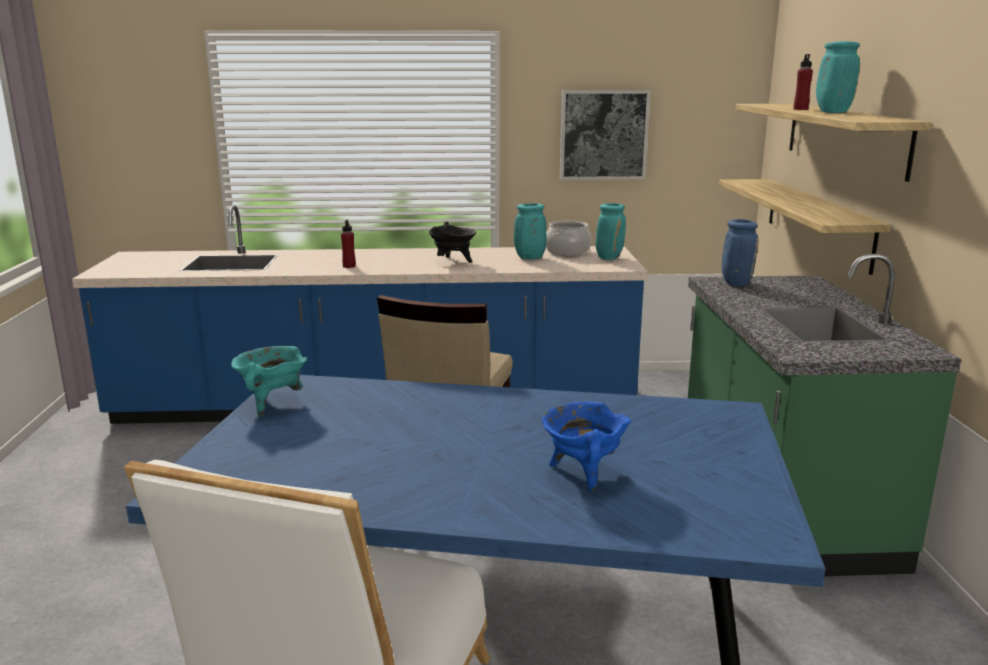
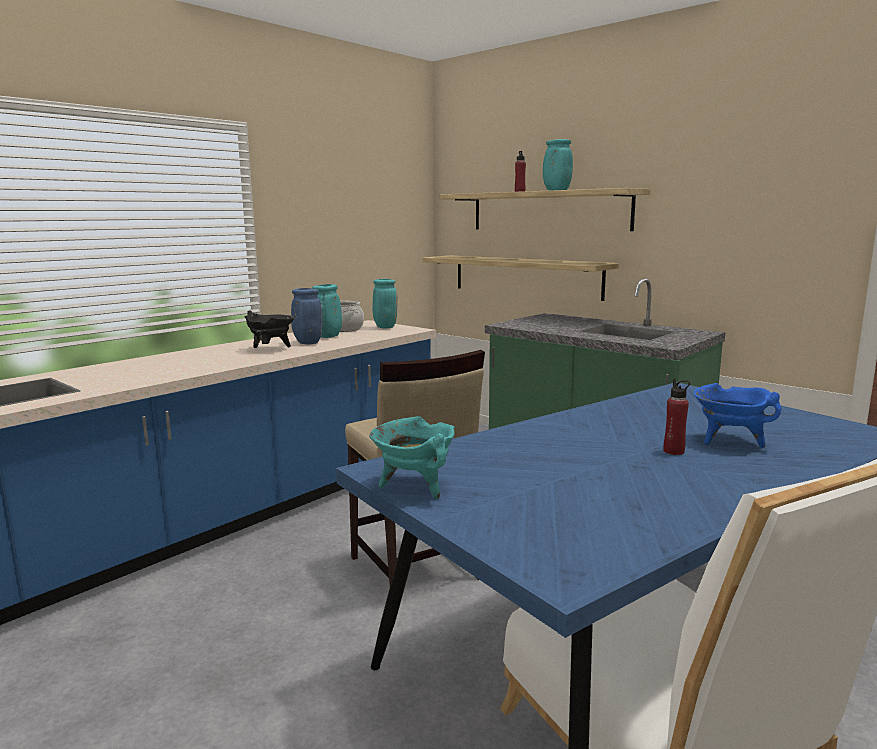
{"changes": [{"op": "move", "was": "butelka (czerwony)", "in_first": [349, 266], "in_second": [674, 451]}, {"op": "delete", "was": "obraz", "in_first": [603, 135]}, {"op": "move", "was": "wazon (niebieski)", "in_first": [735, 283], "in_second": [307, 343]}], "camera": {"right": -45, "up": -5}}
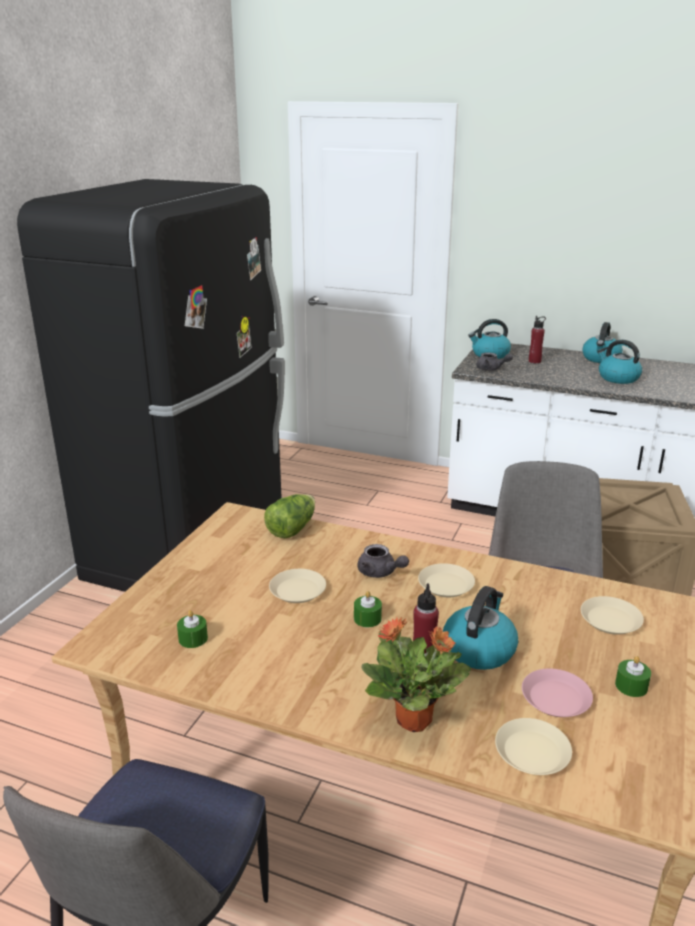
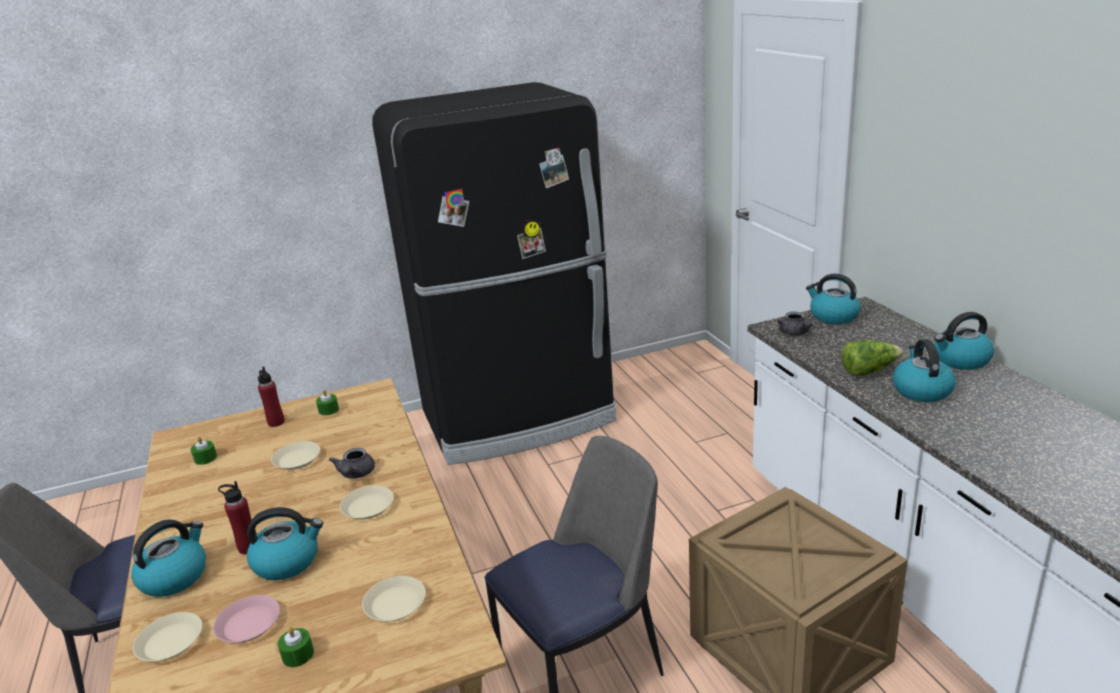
{"changes": [{"op": "move", "was": "sałata", "in_first": [292, 528], "in_second": [868, 371]}, {"op": "move", "was": "świeca (zielony)", "in_first": [367, 618], "in_second": [328, 410]}, {"op": "replace", "was": "roślina doniczkowa", "now": "czajnik", "in_first": [415, 720], "in_second": [175, 576]}, {"op": "move", "was": "butelka (czerwony)", "in_first": [534, 361], "in_second": [276, 422]}], "camera": {"right": 50, "up": 0}}
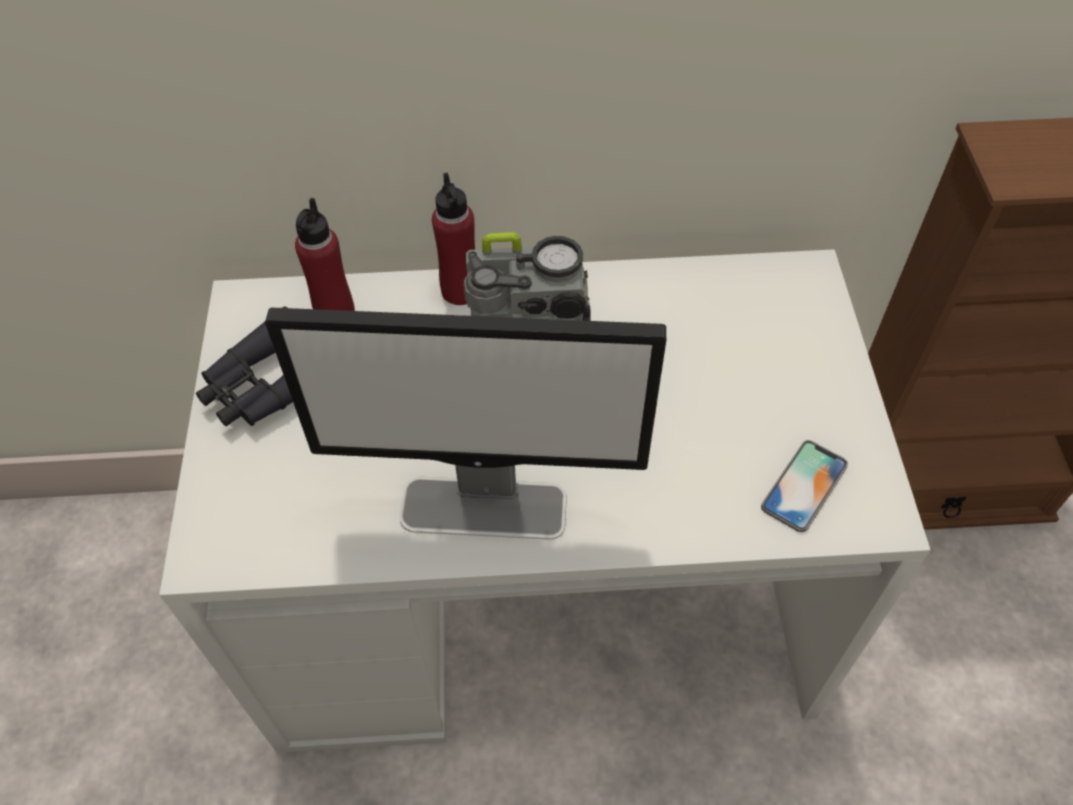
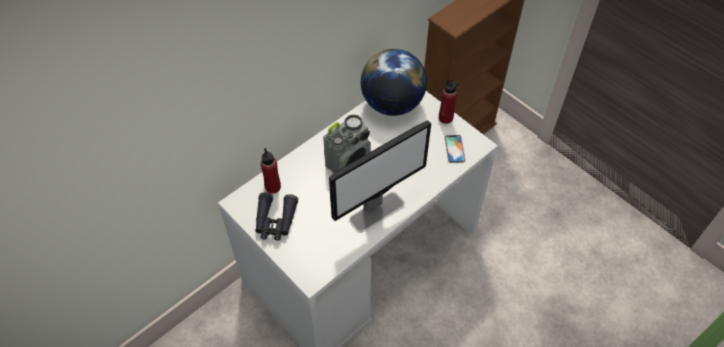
{"changes": [{"op": "move", "was": "butelka (czerwony)", "in_first": [460, 291], "in_second": [445, 118]}, {"op": "insert", "now": "globus", "in_second": [392, 104]}], "camera": {"right": -40, "up": 0}}
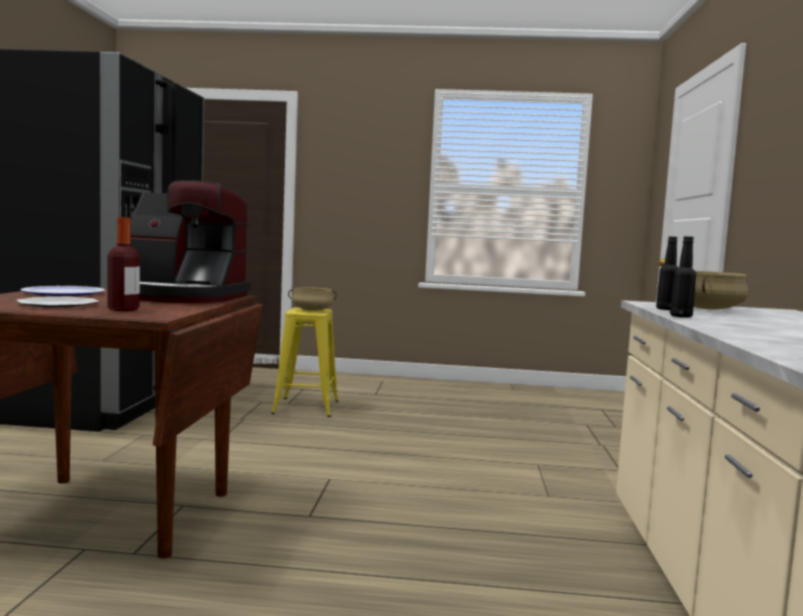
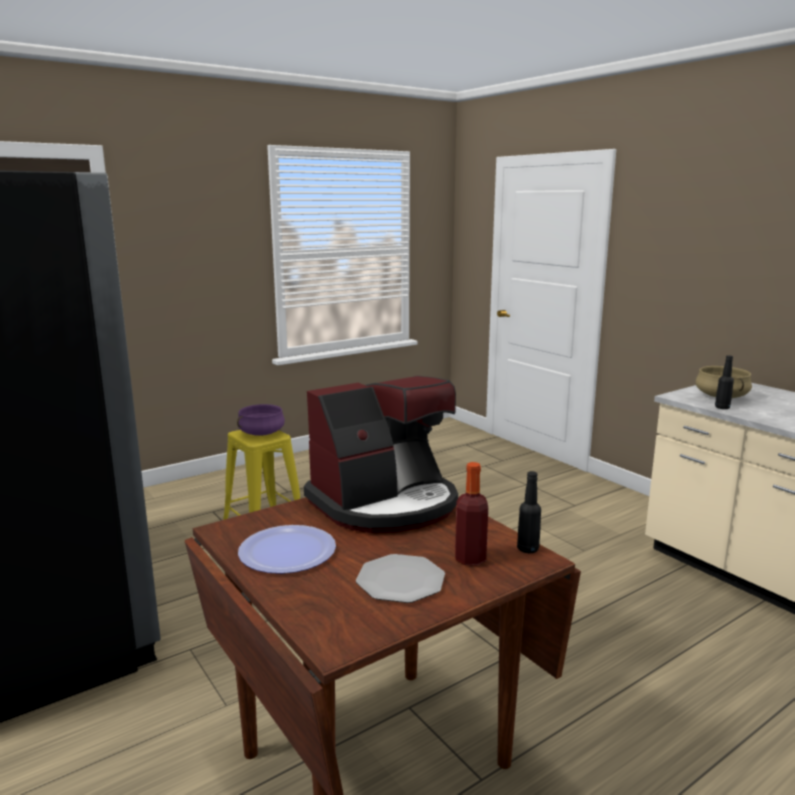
{"changes": [{"op": "recolor", "was": "garnek (beżowy)", "now": "garnek (fioletowy)", "in_first": [312, 310], "in_second": [261, 433]}, {"op": "move", "was": "butelka (czarny)", "in_first": [680, 316], "in_second": [527, 549]}], "camera": {"right": -40, "up": 10}}
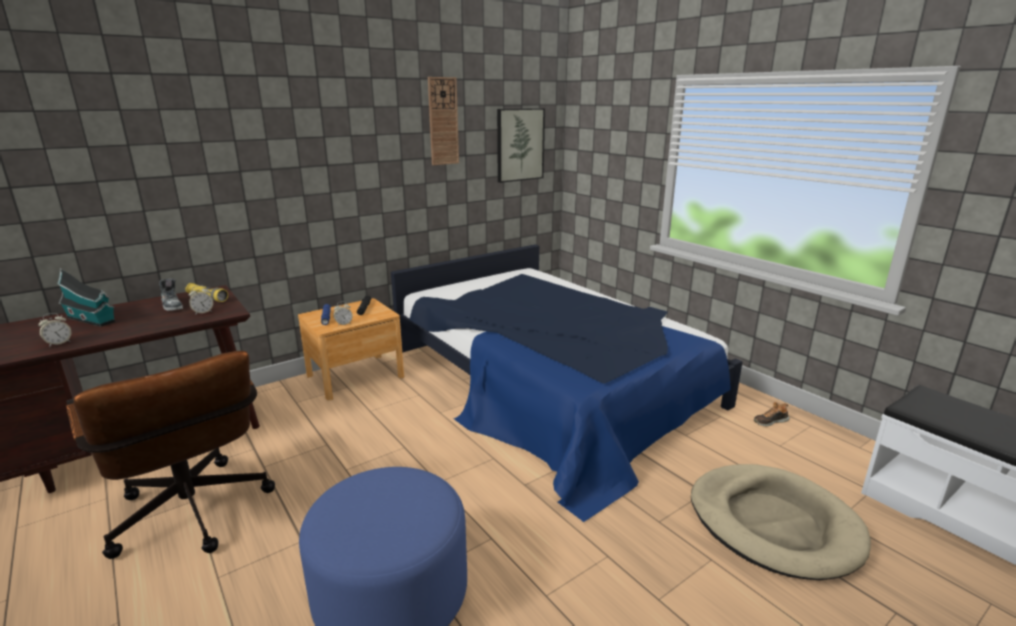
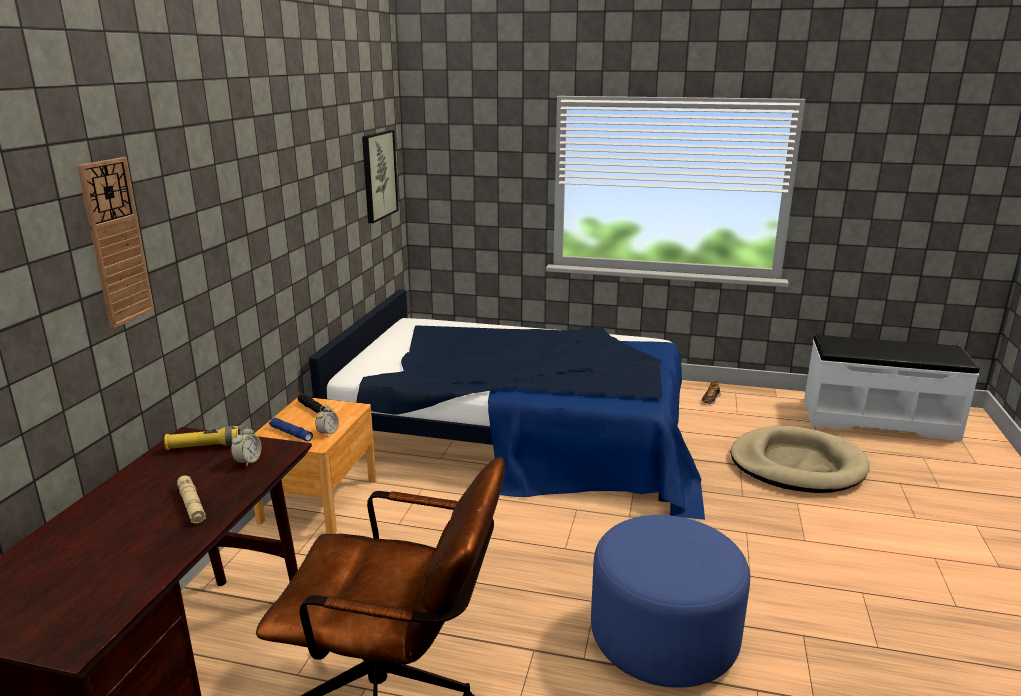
{"changes": [{"op": "delete", "was": "budzik", "in_first": [59, 343]}, {"op": "delete", "was": "domek", "in_first": [92, 320]}, {"op": "delete", "was": "but", "in_first": [172, 305]}, {"op": "move", "was": "zegar ścienny", "in_first": [443, 121], "in_second": [116, 242]}, {"op": "insert", "now": "latarka (beżowy)", "in_second": [192, 505]}], "camera": {"right": -40, "up": 0}}
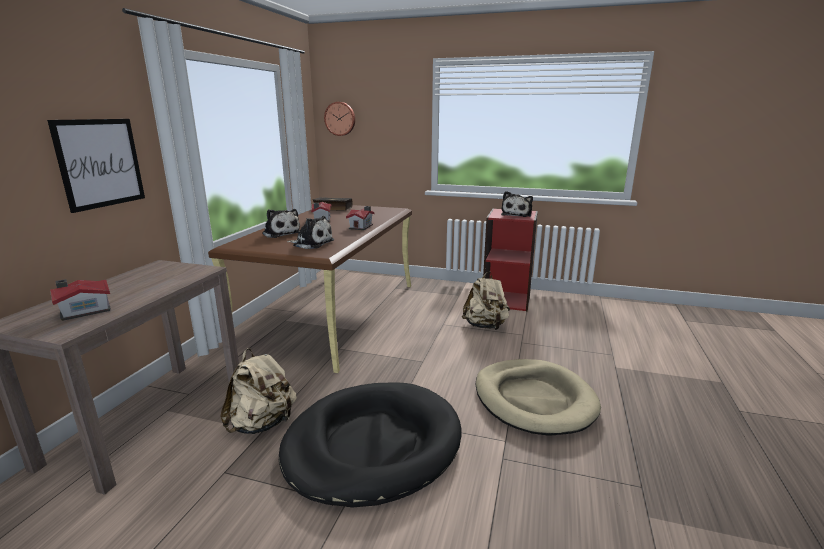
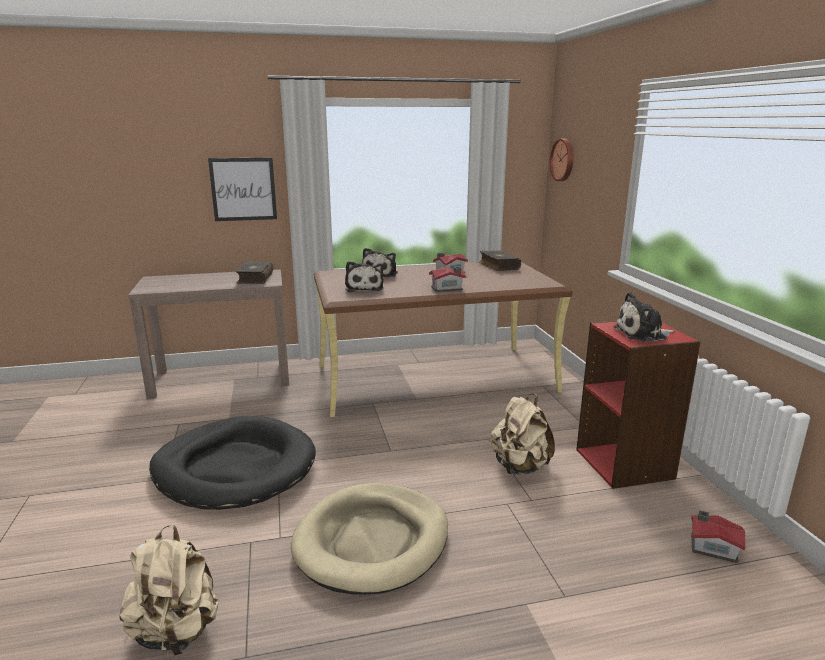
{"changes": [{"op": "move", "was": "domek", "in_first": [84, 311], "in_second": [712, 547]}, {"op": "move", "was": "plecak (beżowy)", "in_first": [262, 424], "in_second": [176, 632]}, {"op": "insert", "now": "książka", "in_second": [254, 279]}], "camera": {"right": 60, "up": 0}}
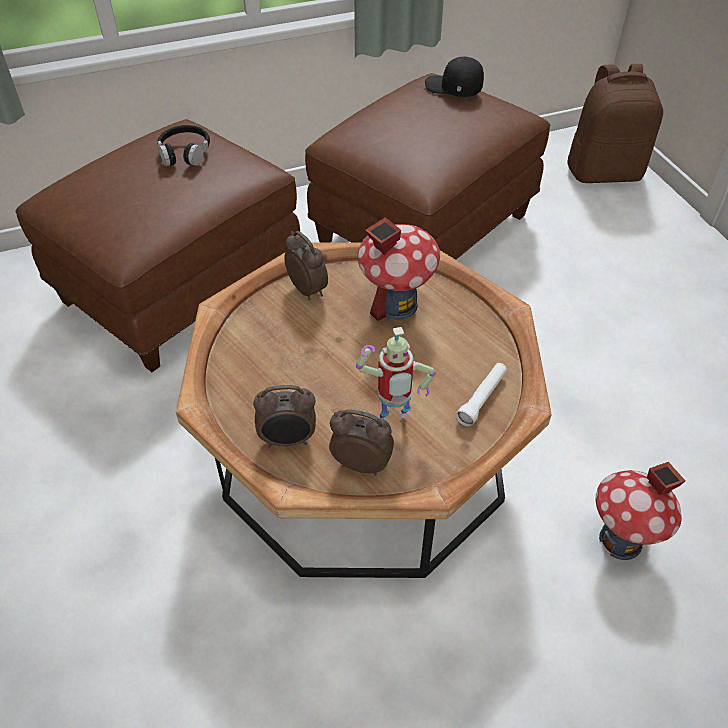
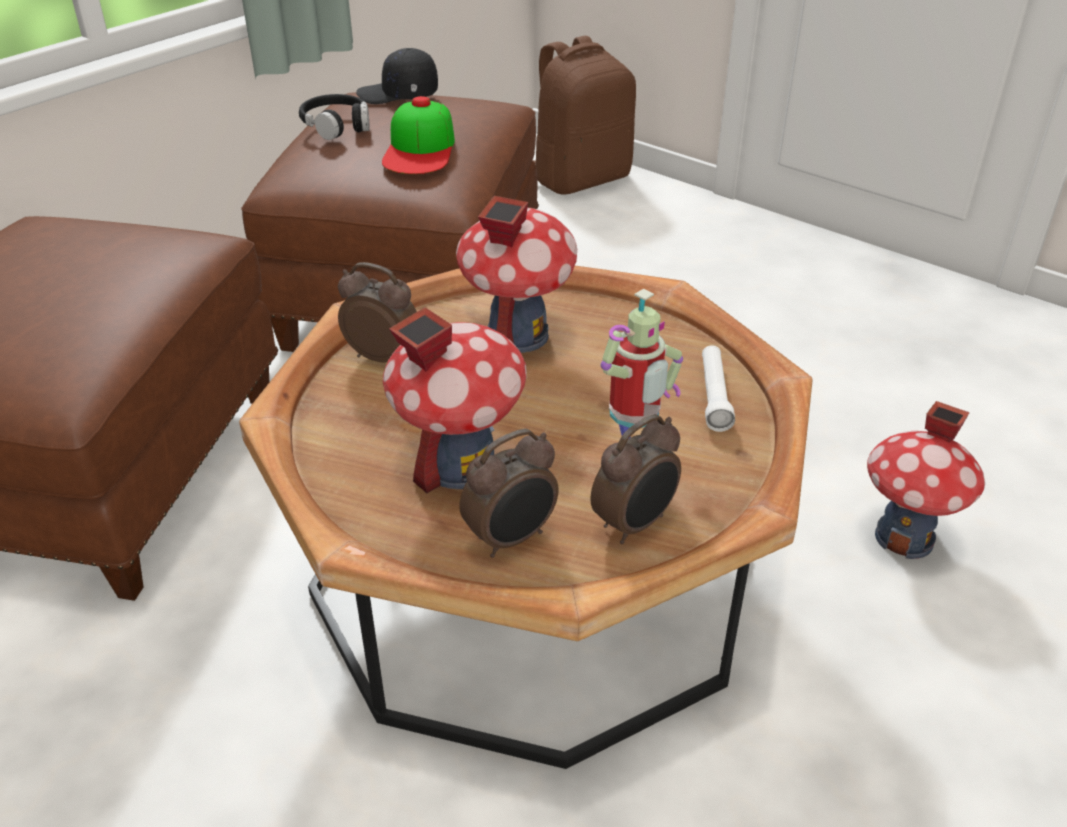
{"changes": [{"op": "move", "was": "słuchawki (czarny)", "in_first": [185, 153], "in_second": [337, 126]}, {"op": "rotate", "was": "budzik", "in_first": [361, 463], "in_second": [635, 524], "clockwise": 150}, {"op": "insert", "now": "czapka z daszkiem", "in_second": [420, 149]}, {"op": "insert", "now": "domek", "in_second": [459, 465]}], "camera": {"right": -30, "up": -10}}
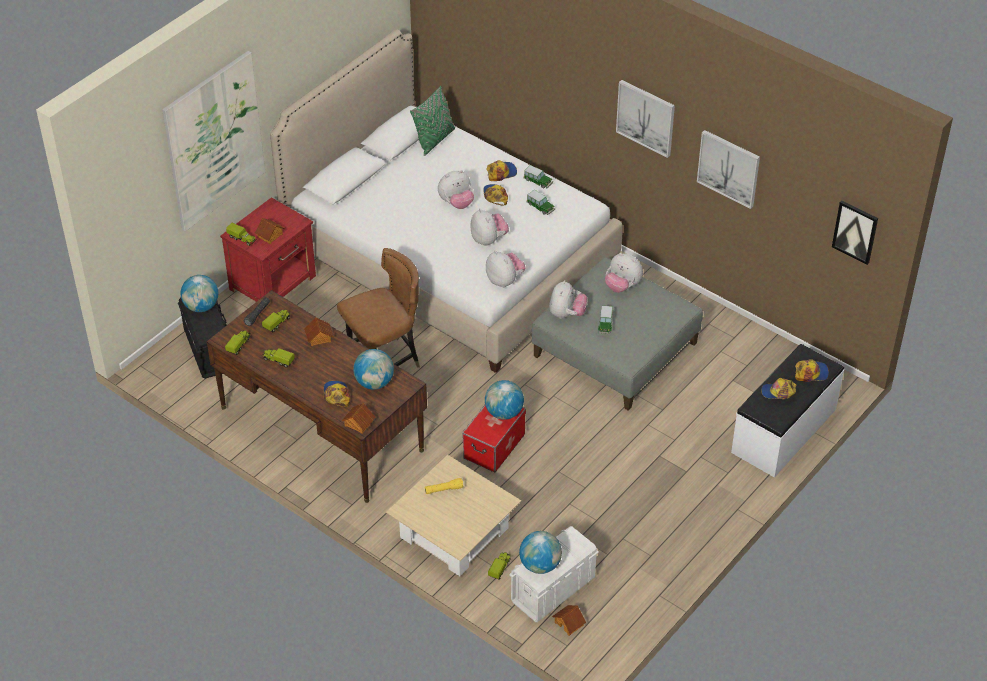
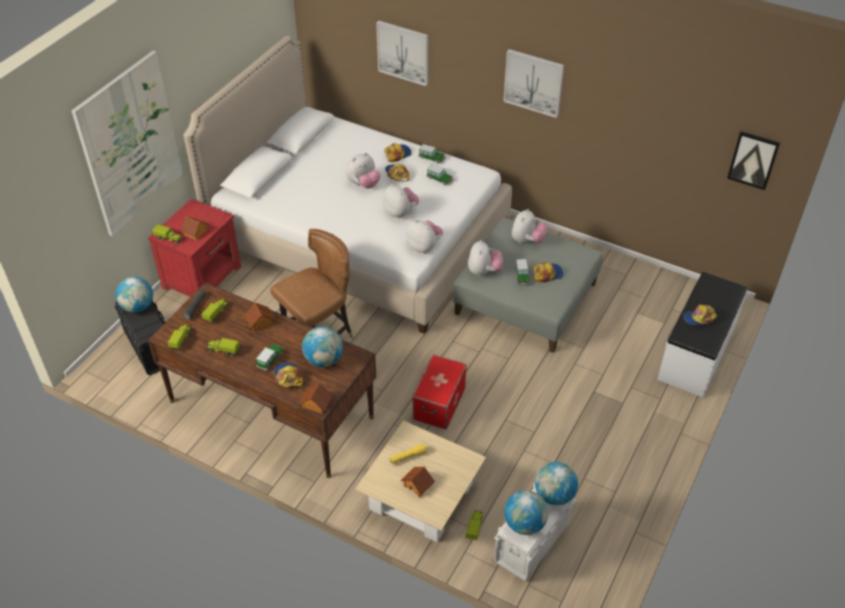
{"changes": [{"op": "delete", "was": "poduszka (zielony)", "in_first": [434, 140]}, {"op": "move", "was": "globus", "in_first": [504, 413], "in_second": [554, 495]}, {"op": "move", "was": "domek", "in_first": [569, 623], "in_second": [418, 485]}, {"op": "rotate", "was": "pluszak", "in_first": [622, 286], "in_second": [527, 240], "clockwise": -90}, {"op": "move", "was": "obraz", "in_first": [729, 168], "in_second": [403, 52]}, {"op": "move", "was": "czapka z daszkiem", "in_first": [811, 373], "in_second": [547, 274]}, {"op": "insert", "now": "samochodzik", "in_second": [270, 359]}], "camera": {"right": -10, "up": 0}}
